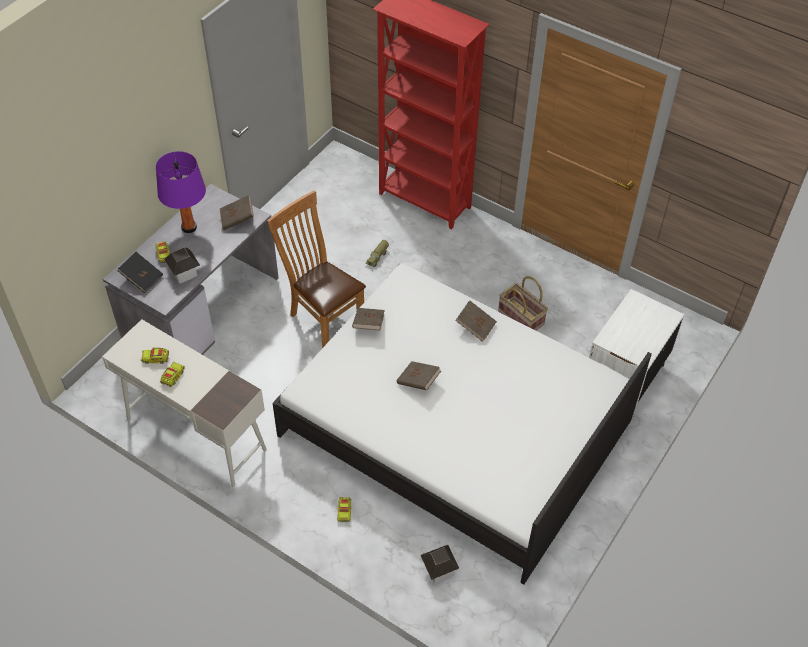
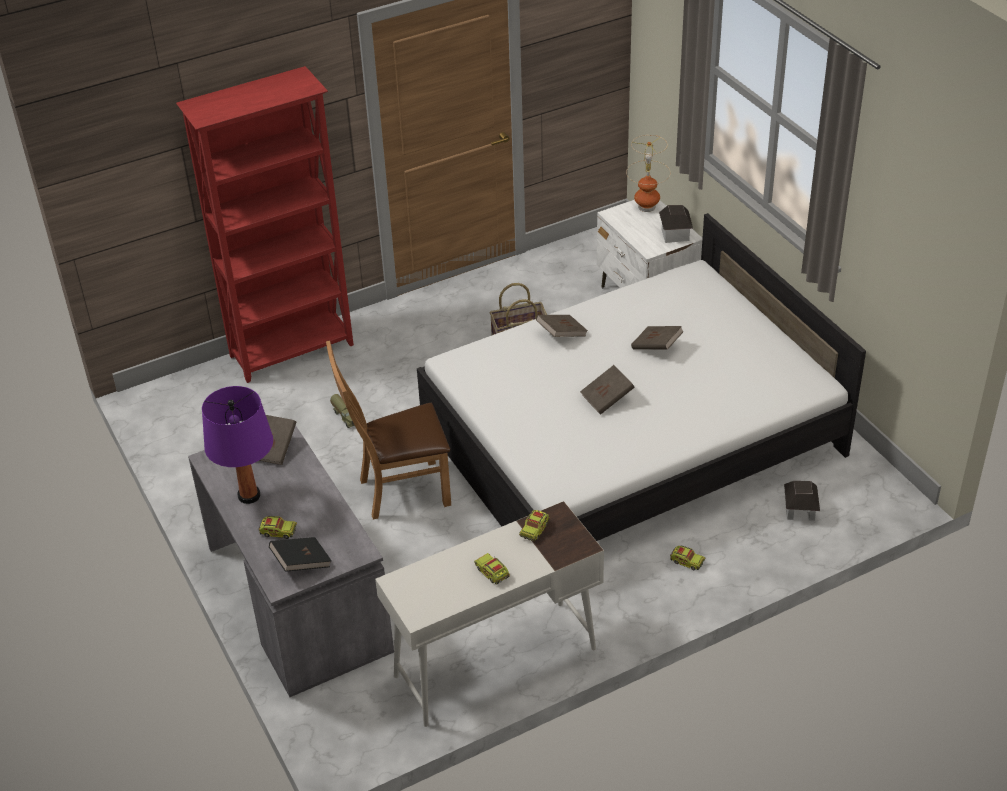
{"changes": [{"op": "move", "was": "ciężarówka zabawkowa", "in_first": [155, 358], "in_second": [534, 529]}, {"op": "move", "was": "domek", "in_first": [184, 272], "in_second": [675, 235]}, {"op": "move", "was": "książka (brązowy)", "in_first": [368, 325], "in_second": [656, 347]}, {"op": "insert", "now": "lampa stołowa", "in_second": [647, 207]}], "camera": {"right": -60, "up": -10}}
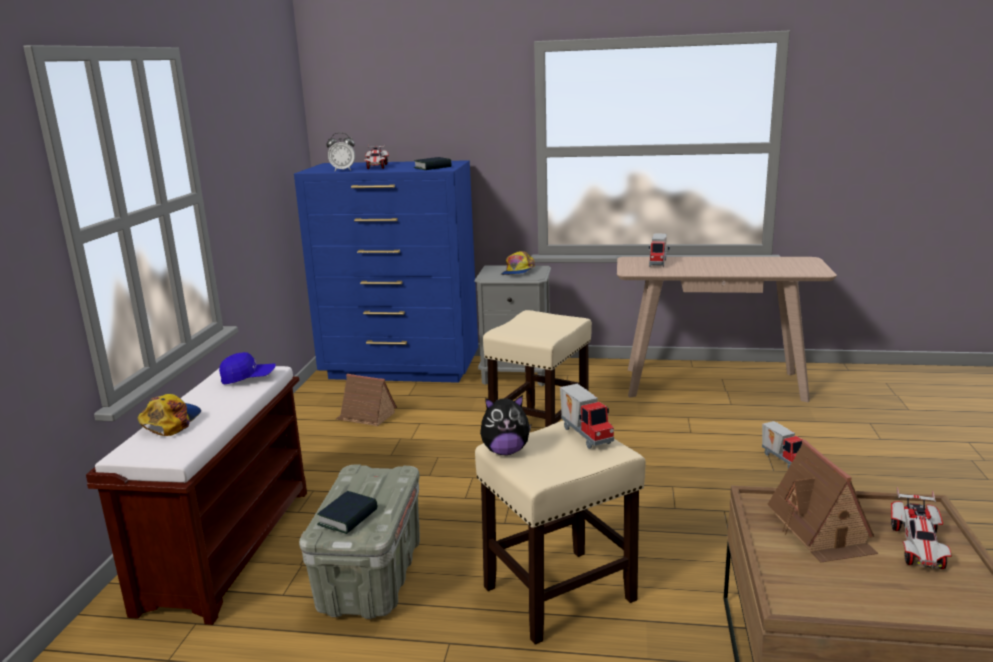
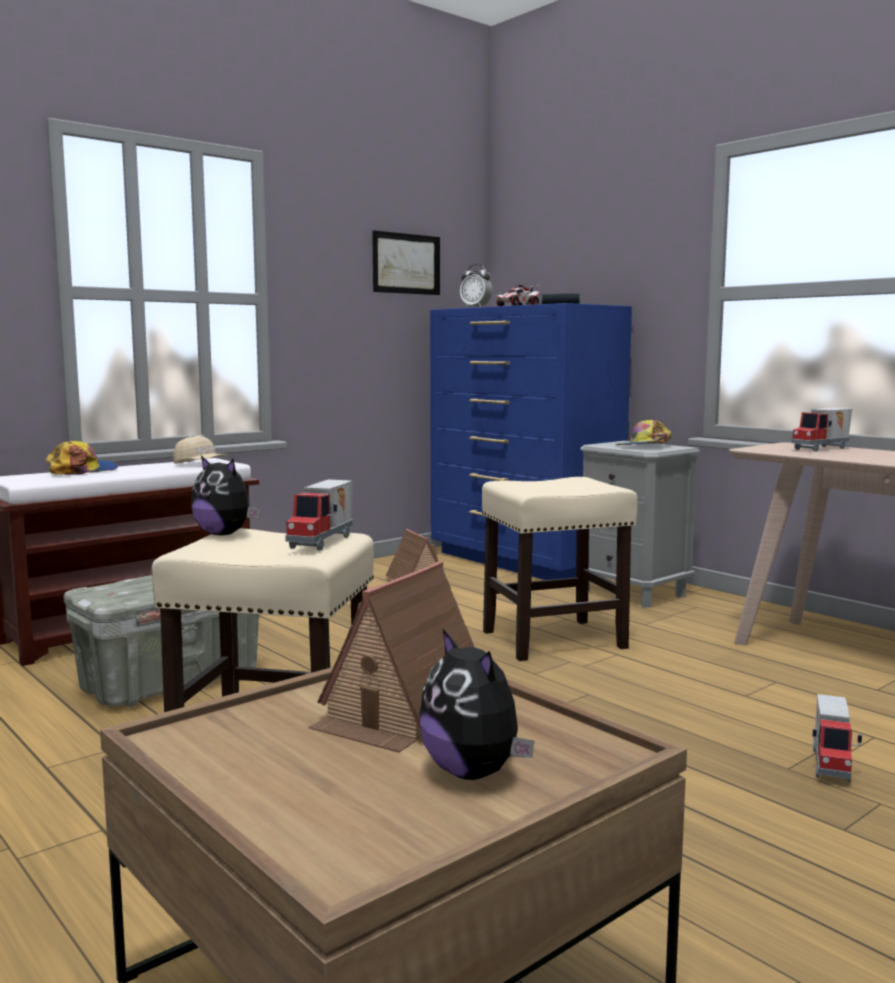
{"changes": [{"op": "recolor", "was": "czapka z daszkiem (niebieski)", "now": "czapka z daszkiem (beżowy)", "in_first": [248, 378], "in_second": [200, 464]}, {"op": "delete", "was": "książka", "in_first": [348, 517]}, {"op": "replace", "was": "samochodzik", "now": "pluszak", "in_first": [918, 547], "in_second": [474, 772]}, {"op": "insert", "now": "obraz", "in_second": [406, 263]}], "camera": {"right": 40, "up": -10}}
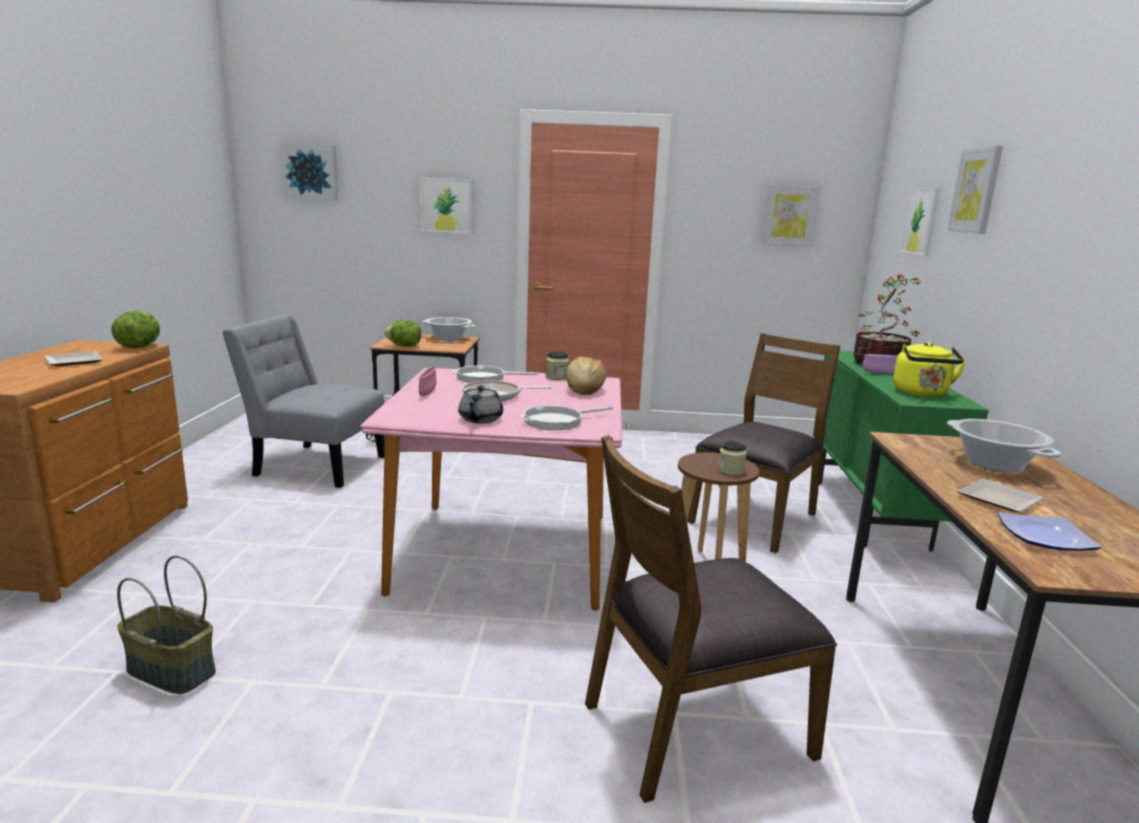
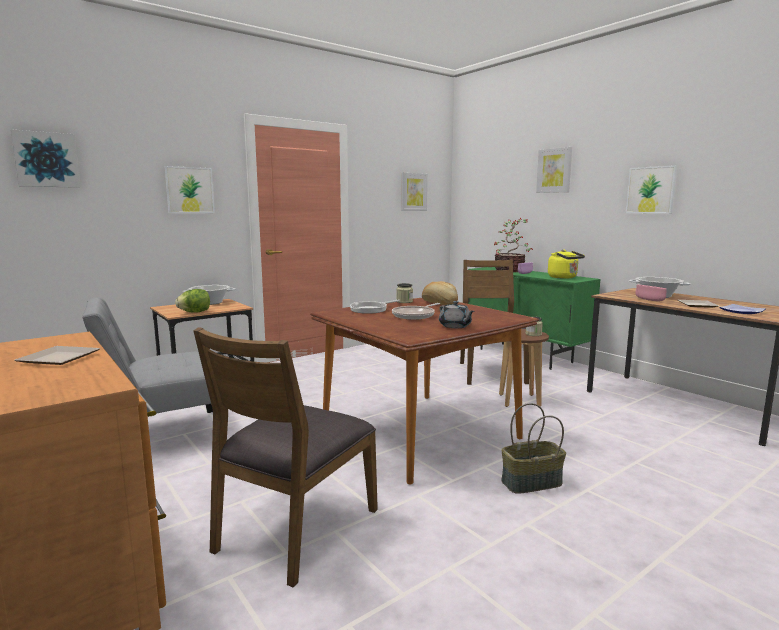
{"changes": [{"op": "delete", "was": "sałata", "in_first": [140, 347]}, {"op": "move", "was": "koszyk", "in_first": [169, 671], "in_second": [531, 483]}, {"op": "recolor", "was": "stół jadalny (różowy)", "now": "stół jadalny (brązowy)", "in_first": [506, 553], "in_second": [420, 433]}, {"op": "move", "was": "miska (różowy)", "in_first": [427, 393], "in_second": [649, 300]}, {"op": "delete", "was": "patelnia", "in_first": [557, 421]}, {"op": "move", "was": "krzesło (brązowy)", "in_first": [693, 727], "in_second": [295, 529]}, {"op": "move", "was": "obraz", "in_first": [920, 221], "in_second": [651, 190]}], "camera": {"right": -40, "up": -5}}
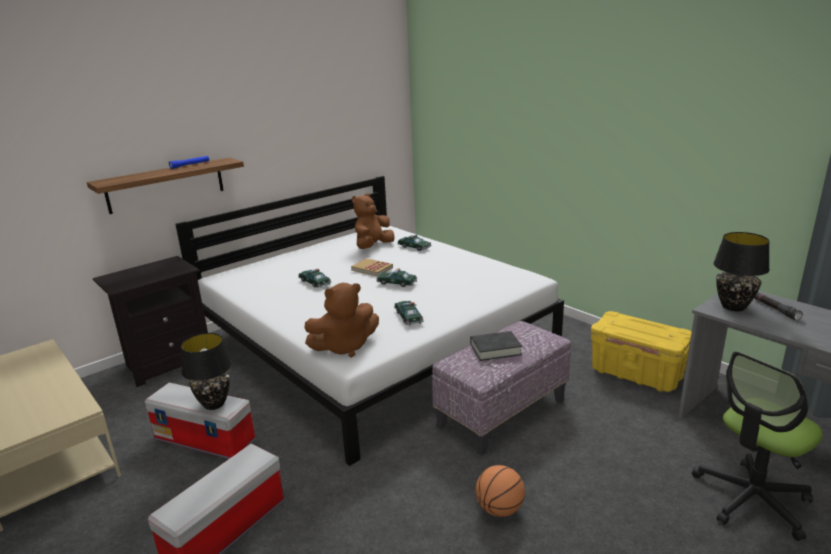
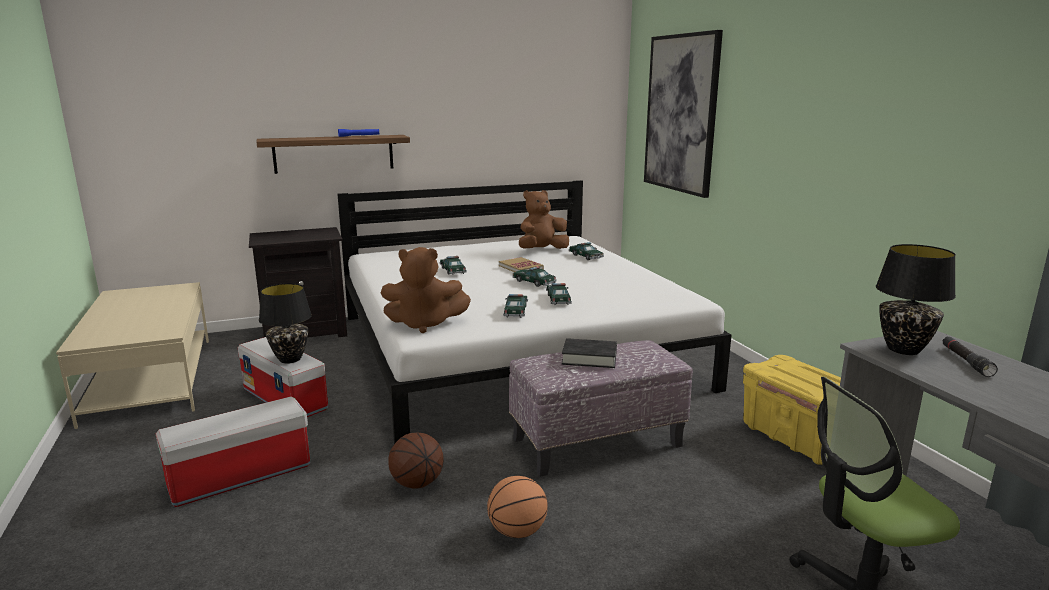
{"changes": [{"op": "insert", "now": "piłka do koszykówki", "in_second": [416, 483]}, {"op": "insert", "now": "samochodzik", "in_second": [558, 299]}, {"op": "insert", "now": "obraz", "in_second": [681, 114]}], "camera": {"right": 20, "up": -5}}
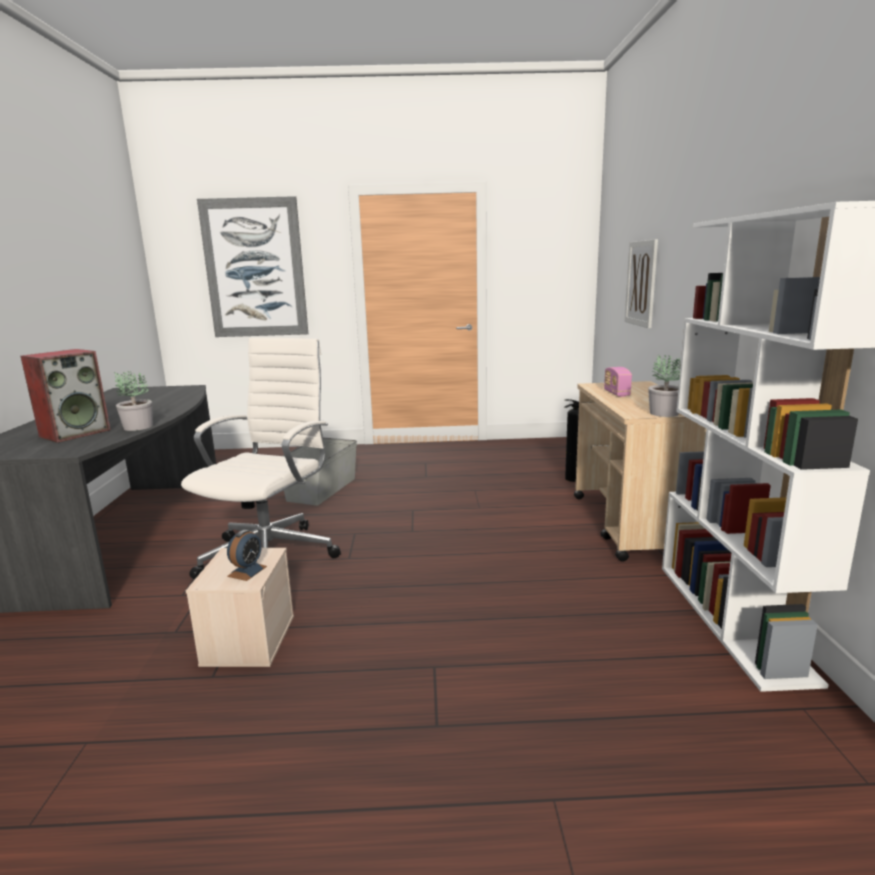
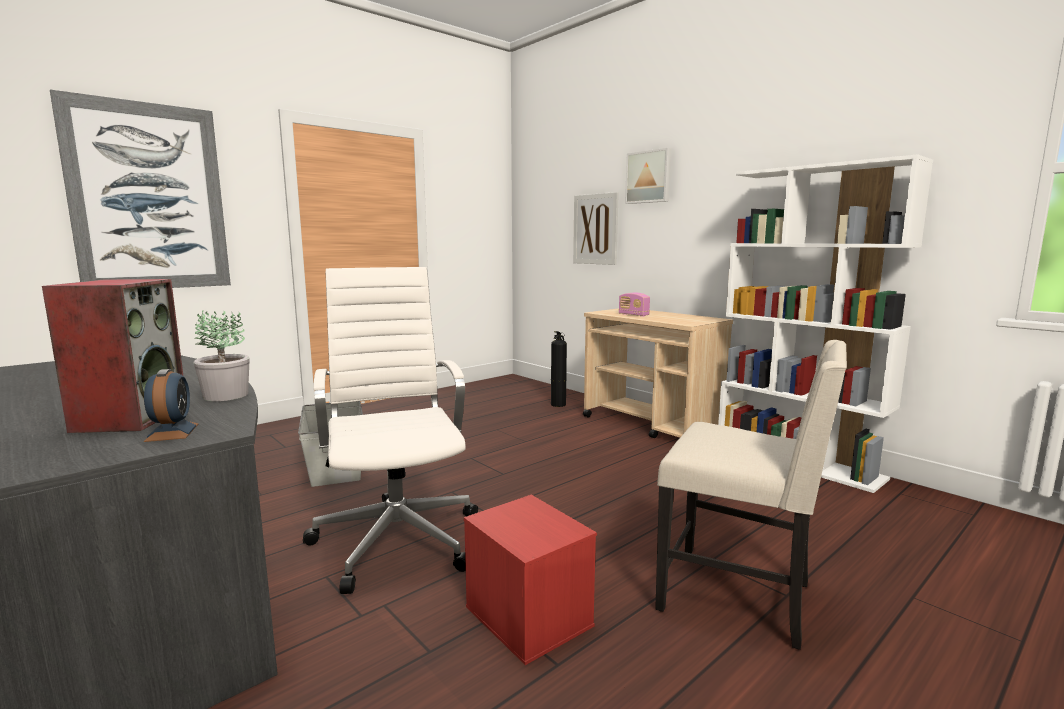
{"changes": [{"op": "recolor", "was": "pojemnik do przechowywania (beżowy)", "now": "pojemnik do przechowywania (czerwony)", "in_first": [248, 639], "in_second": [526, 616]}, {"op": "move", "was": "budzik", "in_first": [247, 571], "in_second": [172, 432]}, {"op": "delete", "was": "roślina doniczkowa", "in_first": [664, 413]}, {"op": "insert", "now": "obraz", "in_second": [649, 177]}, {"op": "insert", "now": "krzesło (beżowy)", "in_second": [739, 596]}], "camera": {"right": -40, "up": -5}}
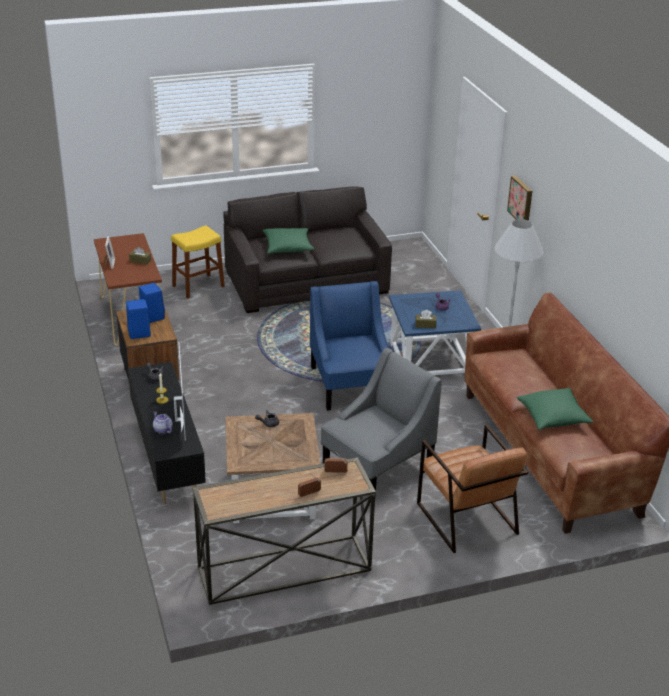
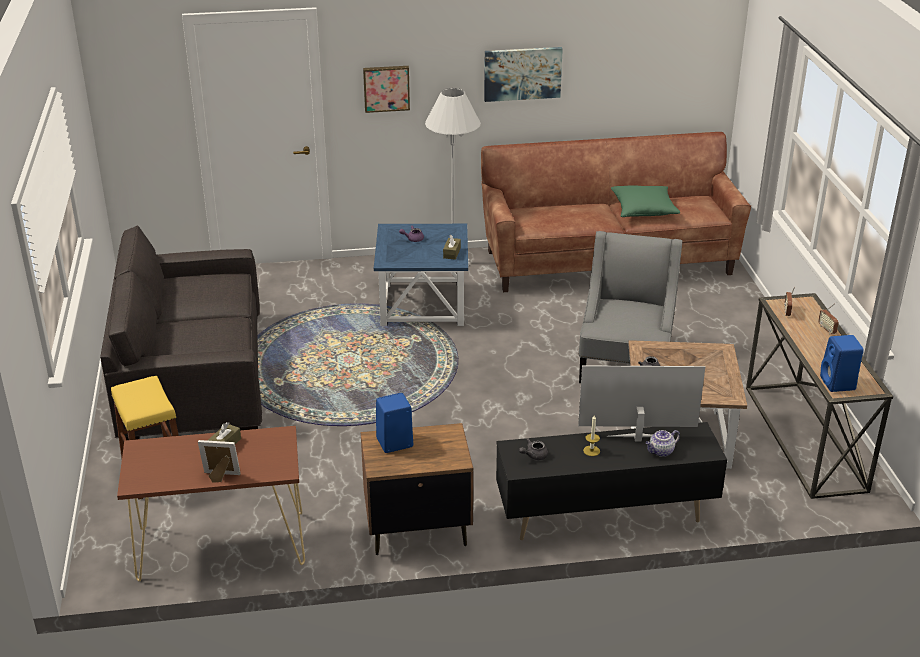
{"changes": [{"op": "move", "was": "głośnik (niebieski)", "in_first": [138, 333], "in_second": [838, 384]}, {"op": "delete", "was": "poduszka (zielony)", "in_first": [288, 247]}, {"op": "delete", "was": "fotel (niebieski)", "in_first": [350, 385]}, {"op": "rotate", "was": "fotel (szary)", "in_first": [377, 465], "in_second": [625, 361], "clockwise": 45}, {"op": "delete", "was": "fotel (brązowy)", "in_first": [466, 518]}, {"op": "insert", "now": "obraz", "in_second": [522, 73]}], "camera": {"right": -80, "up": 0}}
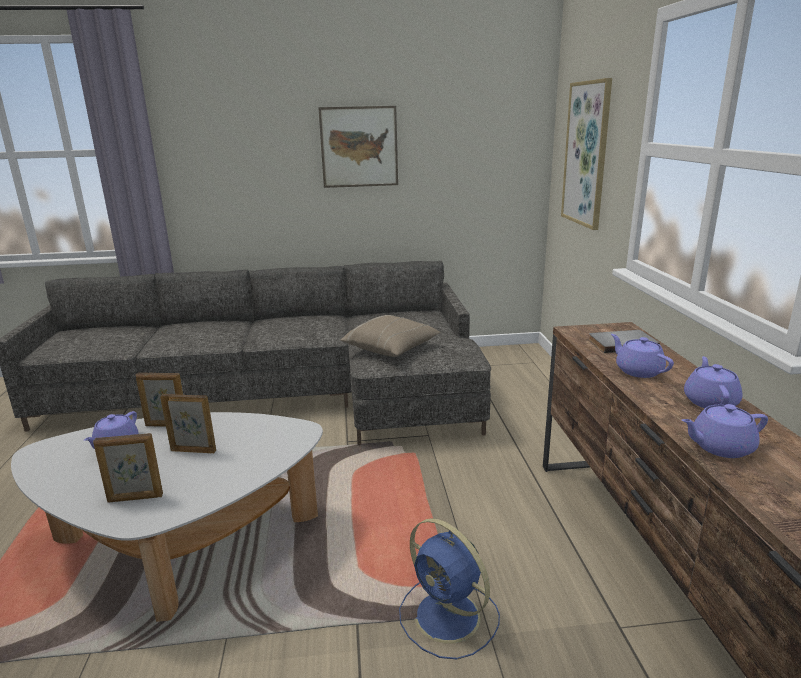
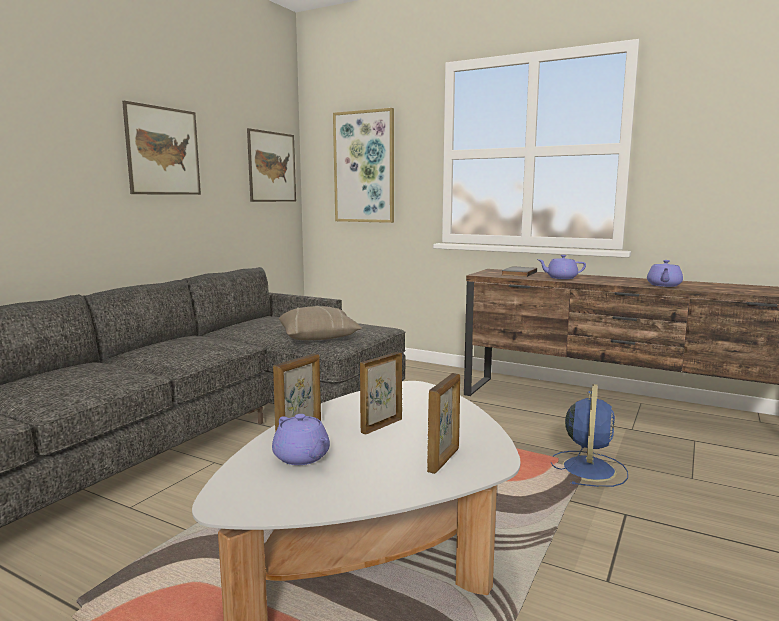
{"changes": [{"op": "rotate", "was": "wentylator (niebieski)", "in_first": [449, 617], "in_second": [588, 468], "clockwise": -60}, {"op": "delete", "was": "imbryk (fioletowy)", "in_first": [710, 401]}, {"op": "insert", "now": "obraz", "in_second": [272, 167]}], "camera": {"right": -55, "up": -10}}
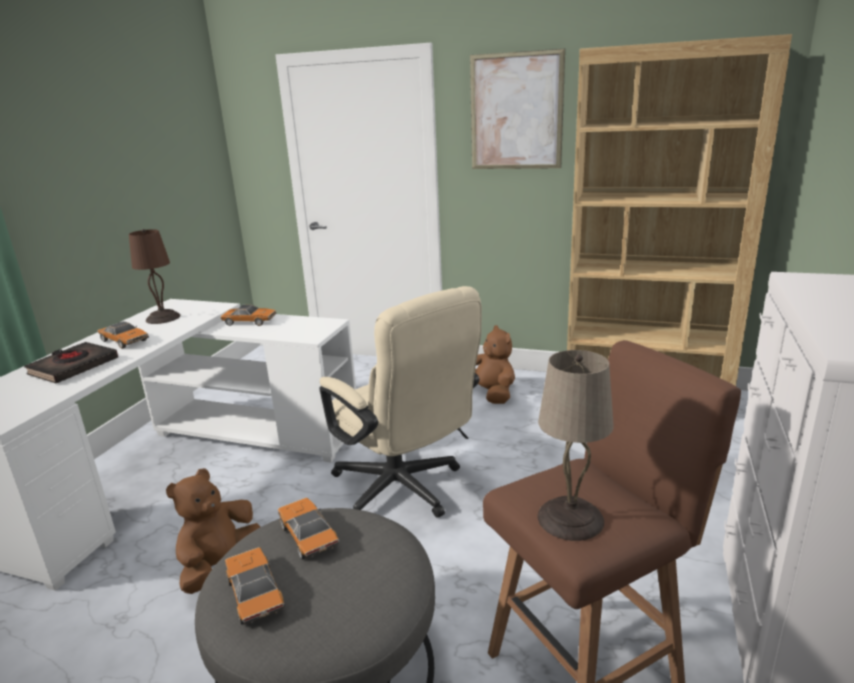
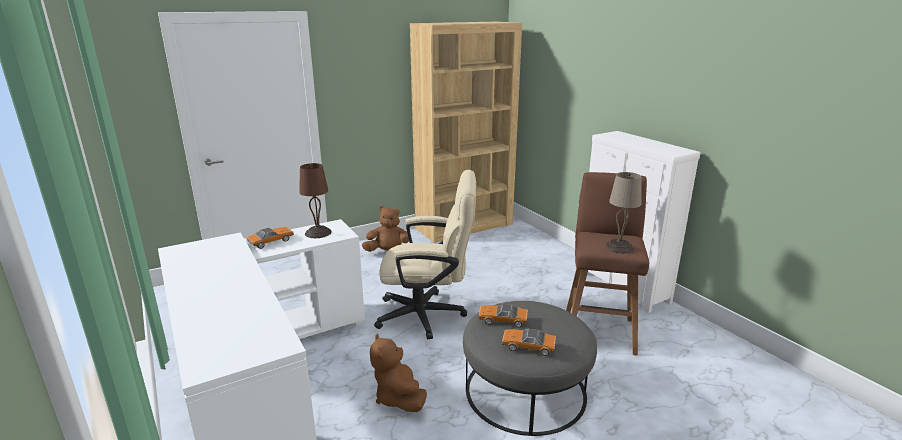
{"changes": [{"op": "delete", "was": "książka (czarny)", "in_first": [73, 367]}, {"op": "delete", "was": "samochodzik", "in_first": [125, 341]}, {"op": "move", "was": "lampa stołowa (brązowy)", "in_first": [162, 318], "in_second": [317, 233]}, {"op": "delete", "was": "obraz", "in_first": [516, 112]}], "camera": {"right": -50, "up": 0}}
